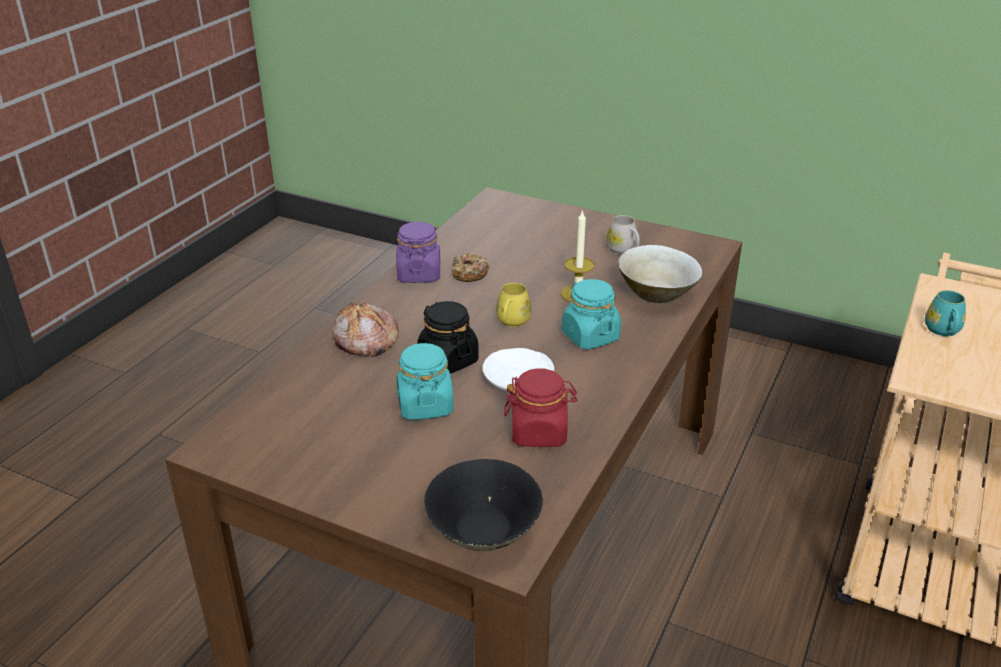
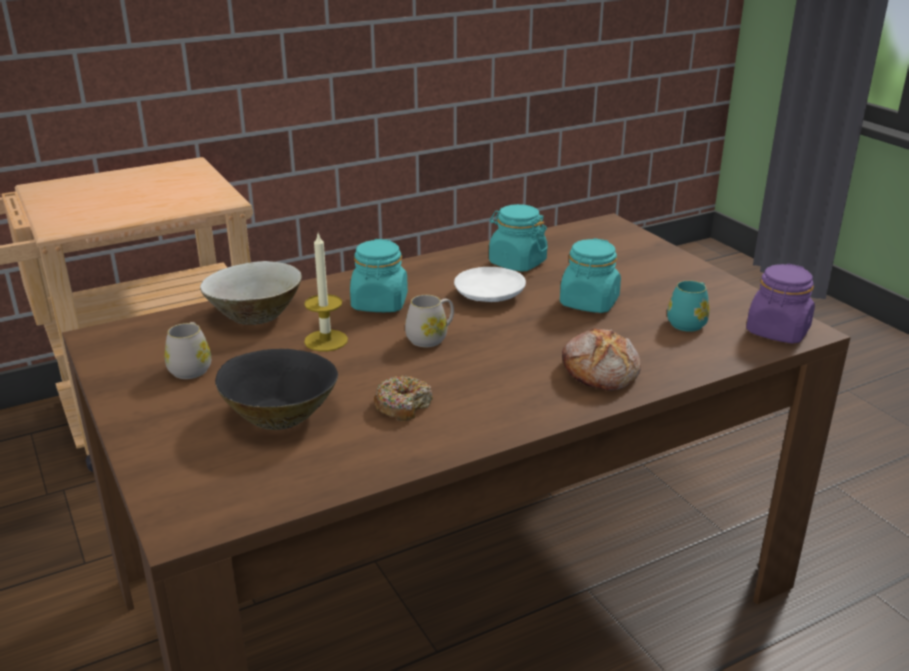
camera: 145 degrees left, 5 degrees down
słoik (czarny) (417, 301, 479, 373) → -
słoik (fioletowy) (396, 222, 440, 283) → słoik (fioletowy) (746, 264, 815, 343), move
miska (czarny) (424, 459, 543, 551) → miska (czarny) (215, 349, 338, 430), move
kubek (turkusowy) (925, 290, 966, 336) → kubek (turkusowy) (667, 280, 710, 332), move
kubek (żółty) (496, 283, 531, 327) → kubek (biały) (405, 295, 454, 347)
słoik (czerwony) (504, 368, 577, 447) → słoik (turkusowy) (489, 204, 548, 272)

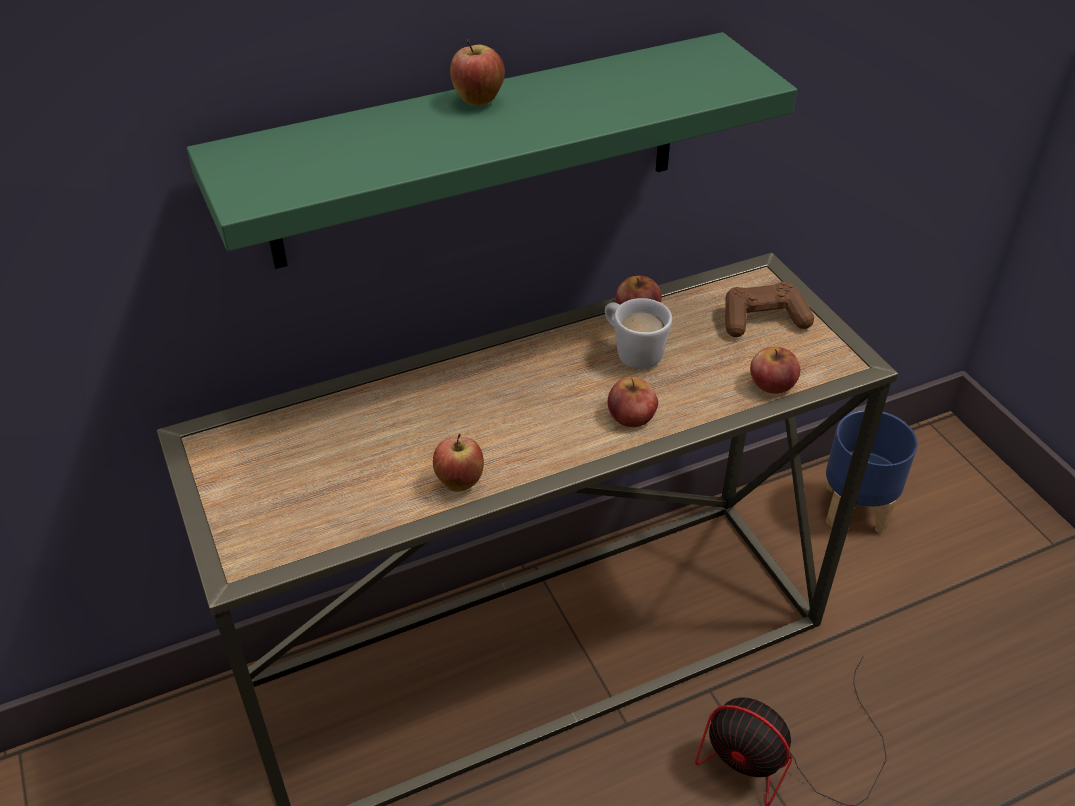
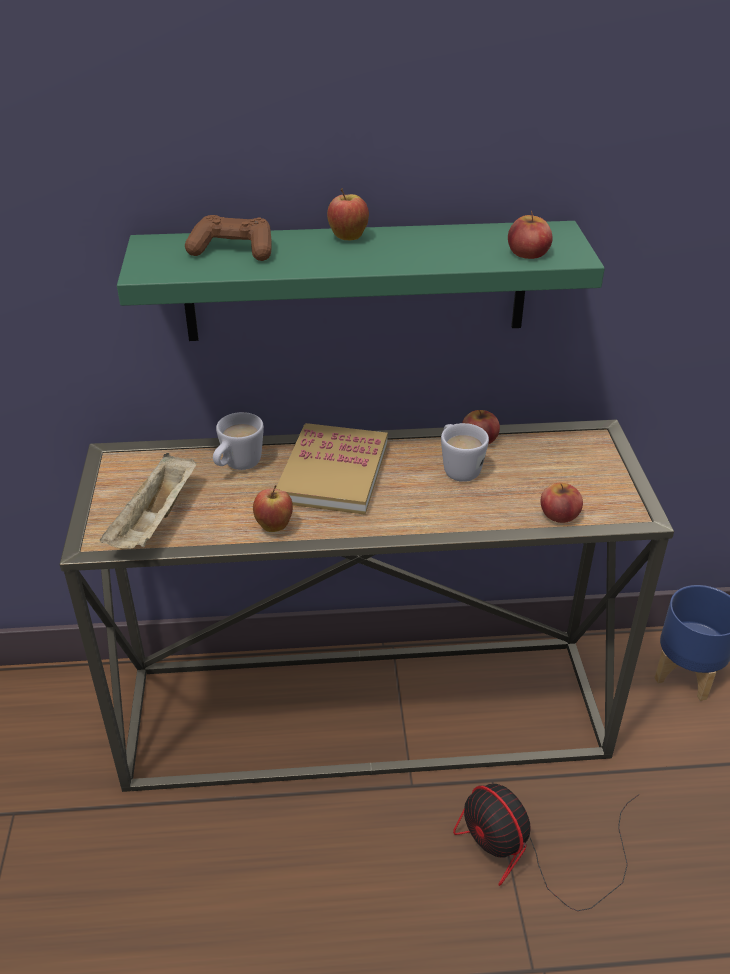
camera: 20 degrees right, 5 degrees down
- → taca (beżowy) (100, 453, 197, 549)
- → kubek (biały) (213, 412, 264, 470)
- → książka (276, 423, 388, 515)
jabłko (608, 377, 658, 427) → jabłko (508, 211, 553, 259), move
pad do gier (brązowy) (725, 282, 814, 337) → pad do gier (brązowy) (185, 215, 272, 261), move

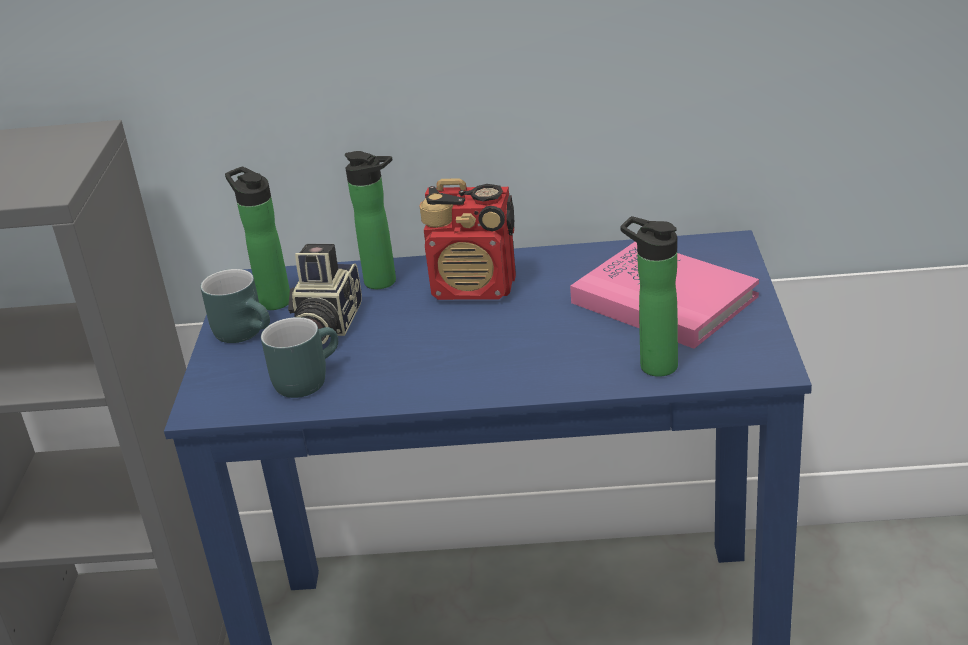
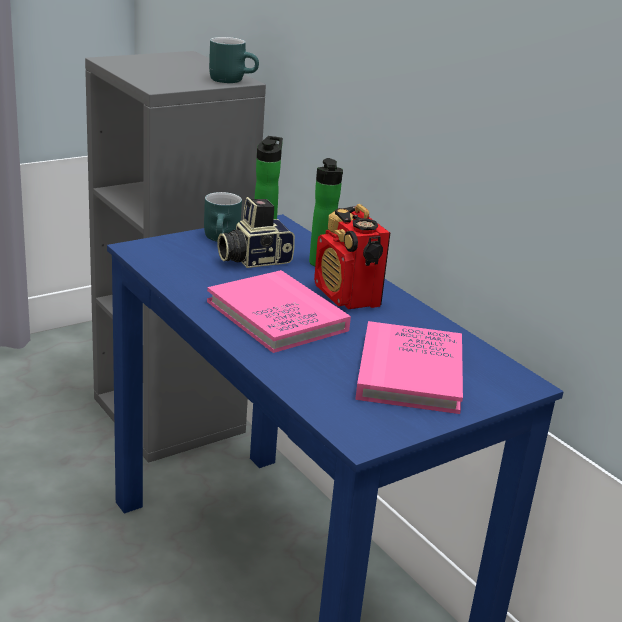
camera: 50 degrees right, 5 degrees down
butelka (620, 216, 678, 377) → -
- → książka (różowy) (207, 270, 351, 353)
kubek (turkusowy) (261, 317, 338, 398) → kubek (turkusowy) (209, 37, 259, 83), move

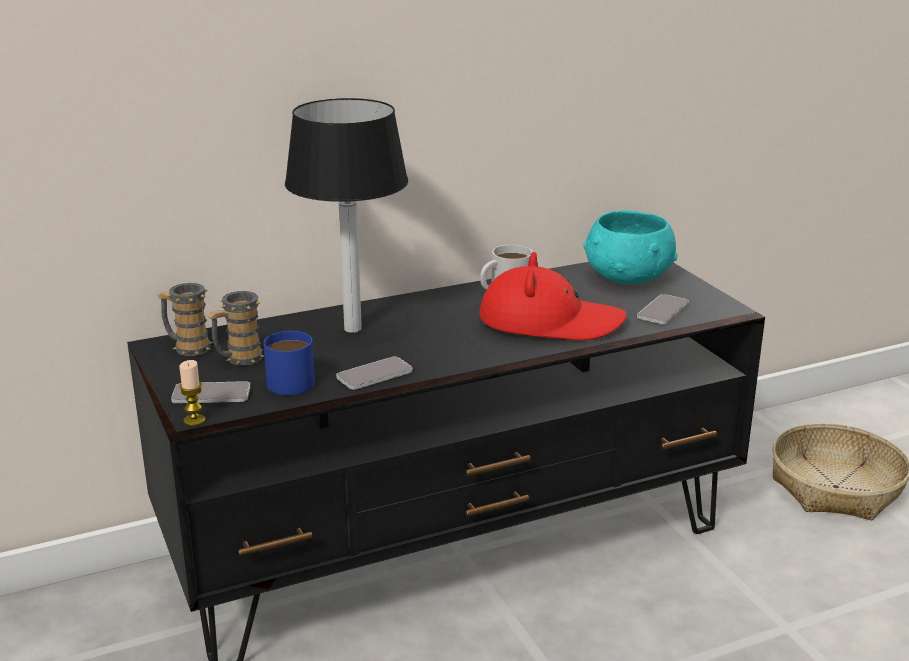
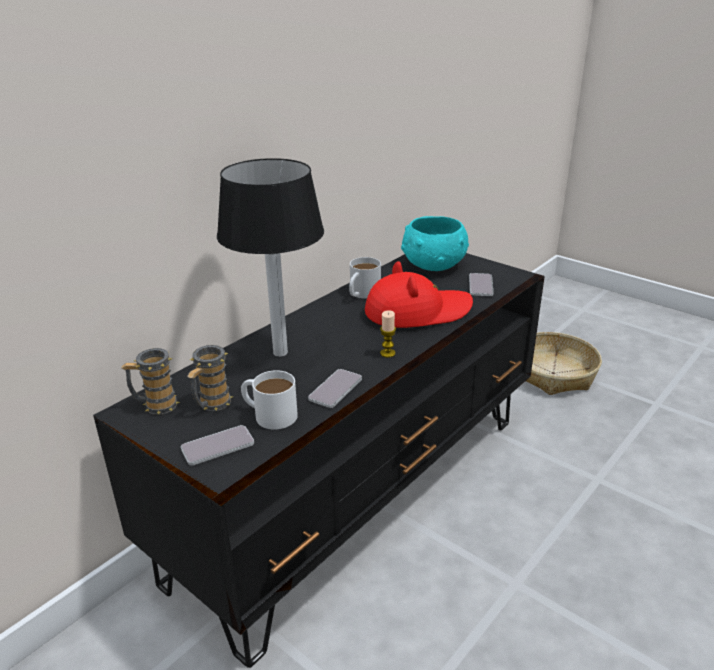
camera: 25 degrees left, 5 degrees up
świeca (179, 360, 205, 426) → świeca (380, 310, 396, 358), move
kubek (niebieski) (264, 331, 315, 395) → kubek (biały) (241, 370, 298, 429)

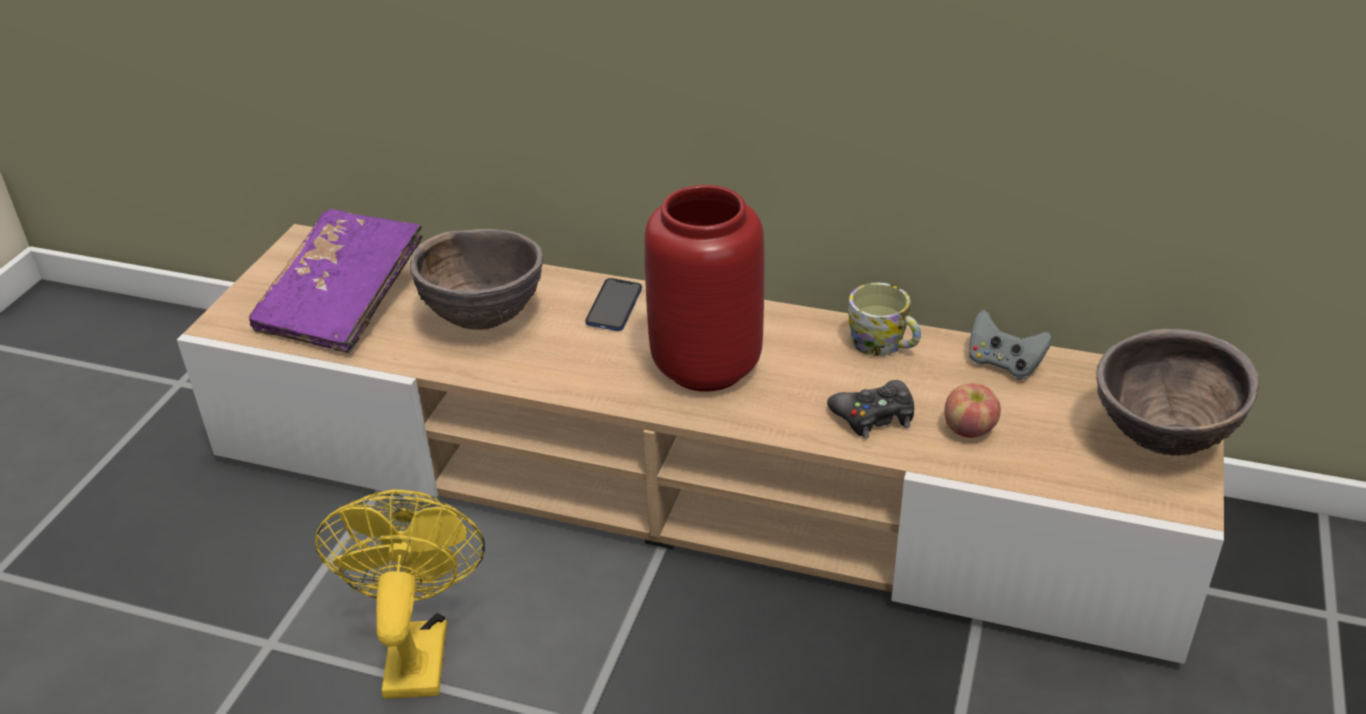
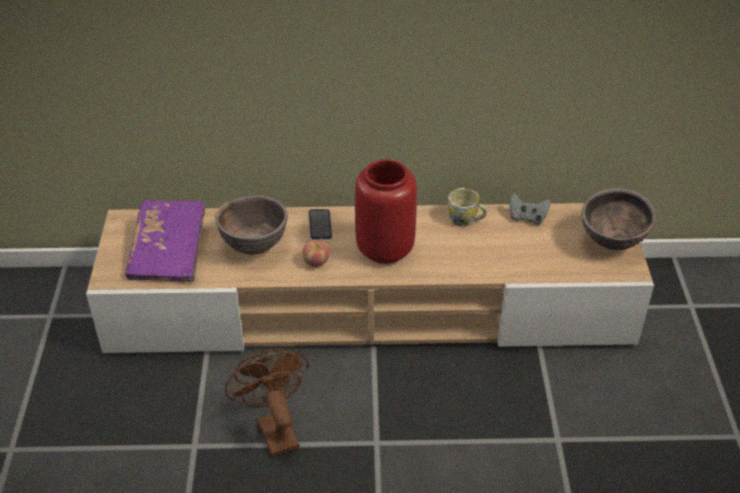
camera: 20 degrees left, 5 degrees up
pad do gier (czarny) (827, 380, 914, 438) → -
jabłko (944, 383, 1001, 438) → jabłko (303, 239, 330, 267), move
wentylator (żółty) (315, 490, 485, 699) → wentylator (brązowy) (225, 348, 309, 457)

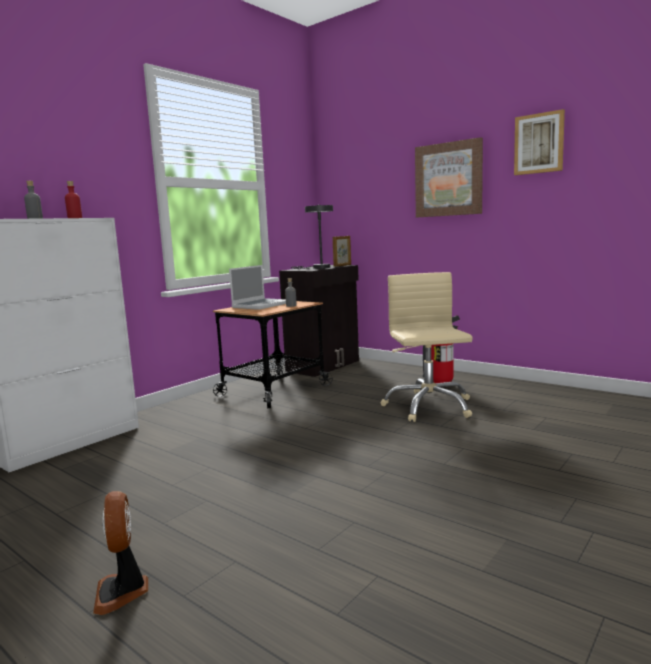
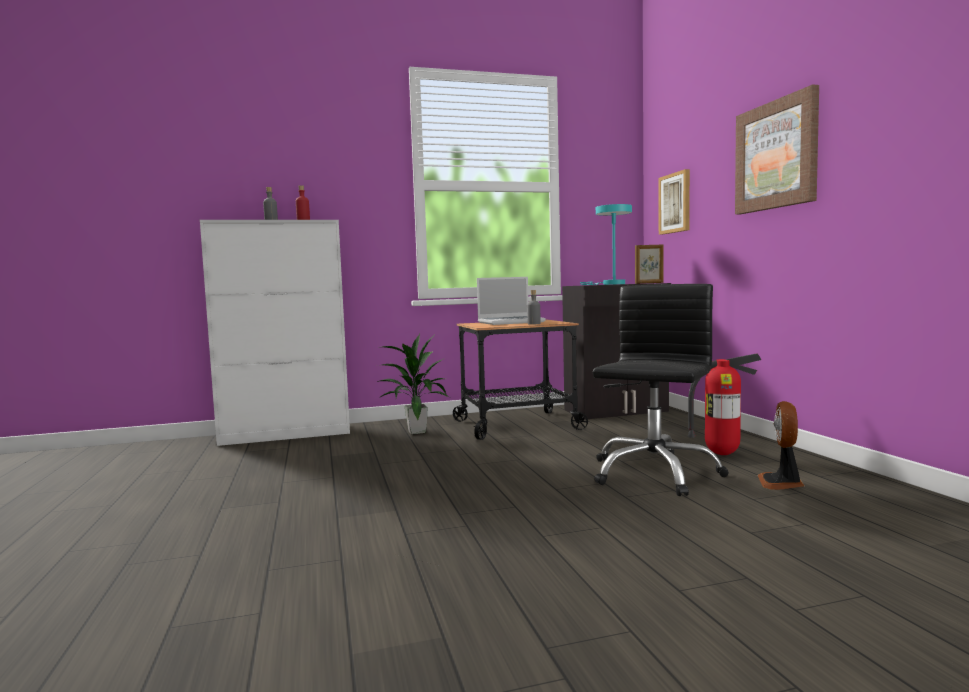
camera: 35 degrees right, 5 degrees down
- → roślina doniczkowa (377, 332, 449, 434)
wentylator (93, 491, 148, 615) → wentylator (758, 401, 805, 490), move
obraz (514, 109, 565, 175) → obraz (659, 169, 690, 235), move
lampa stołowa (szary) (291, 205, 333, 269) → lampa stołowa (turkusowy) (580, 204, 632, 285)
krzesło biurowe (beżowy) (381, 272, 473, 422) → krzesło biurowe (czarny) (593, 284, 729, 496)

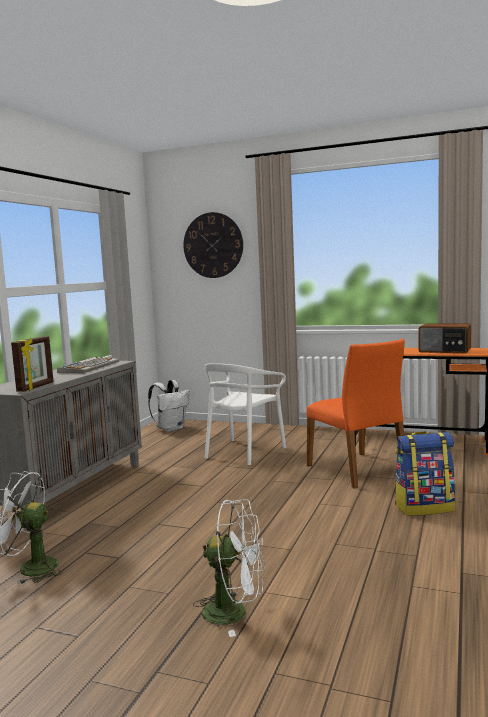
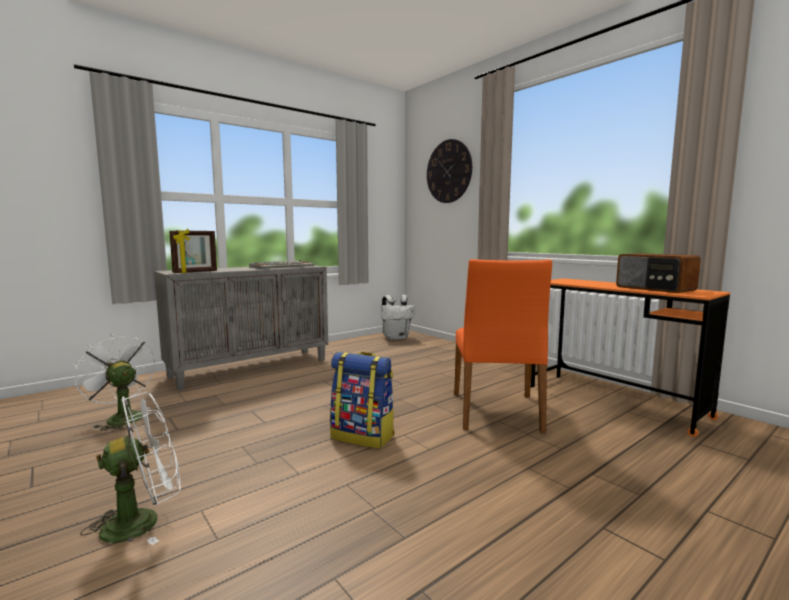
camera: 30 degrees right, 0 degrees up
krzesło (biały) (205, 363, 286, 466) → -
plecak (395, 431, 456, 516) → plecak (330, 352, 395, 449), move
wentylator (biały) (193, 499, 265, 637) → wentylator (biały) (80, 392, 180, 545), 75 degrees counterclockwise

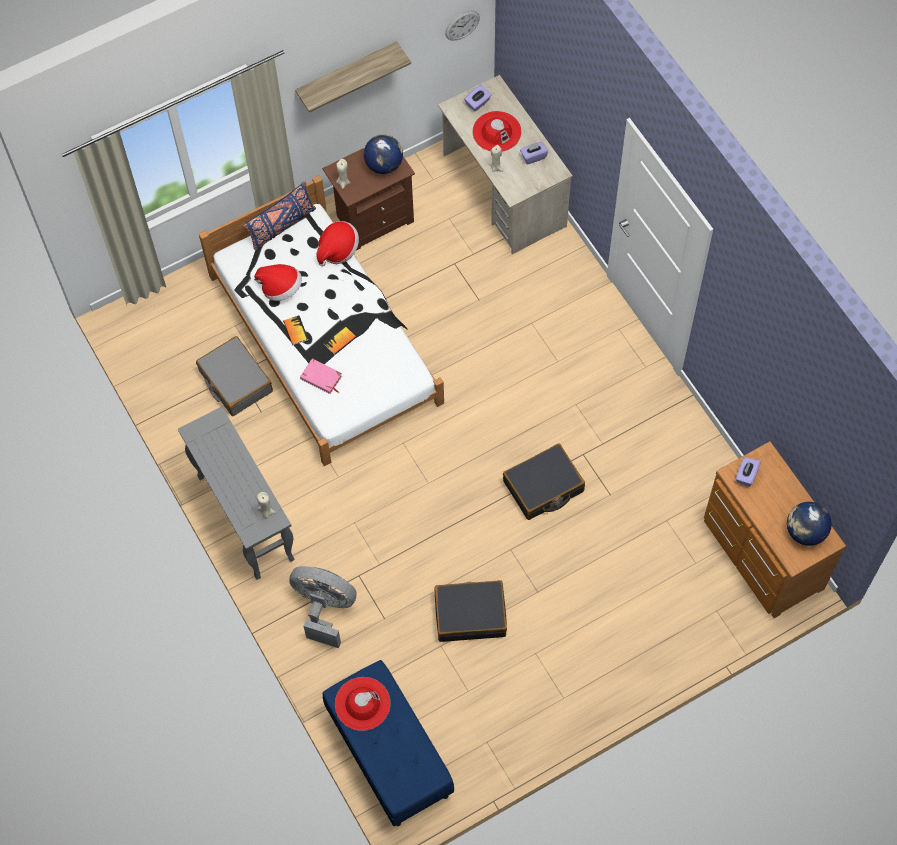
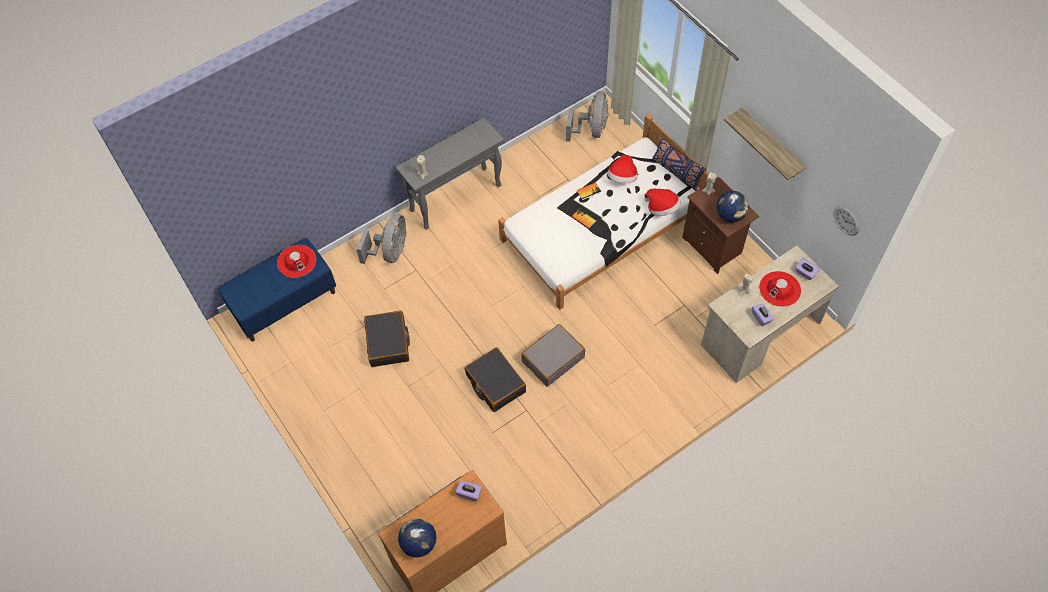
camera: 85 degrees right, 5 degrees down
książka (różowy) (300, 359, 342, 394) → -
- → wentylator (szary) (566, 91, 609, 142)
walizka (szary) (196, 336, 273, 416) → walizka (szary) (521, 324, 585, 387), move

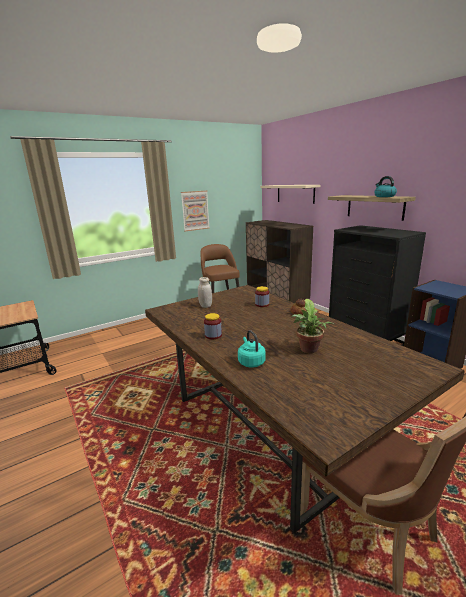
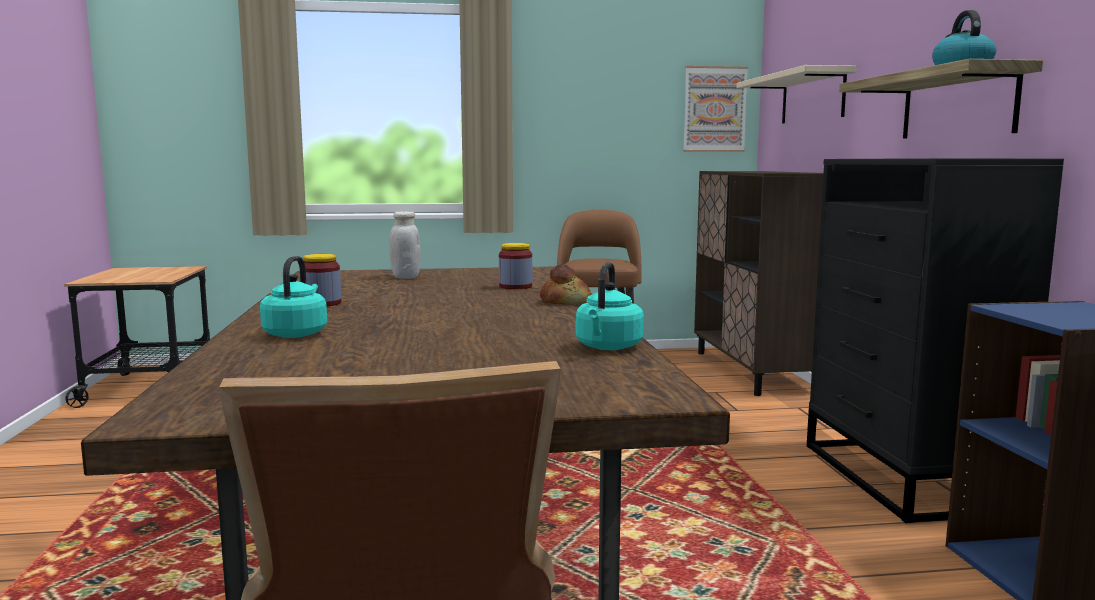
camera: 25 degrees right, 10 degrees down
roślina doniczkowa (291, 299, 335, 353) → -
- → czajnik (turkusowy) (576, 262, 644, 350)
obraz (181, 190, 209, 231) → obraz (683, 66, 748, 152), move

